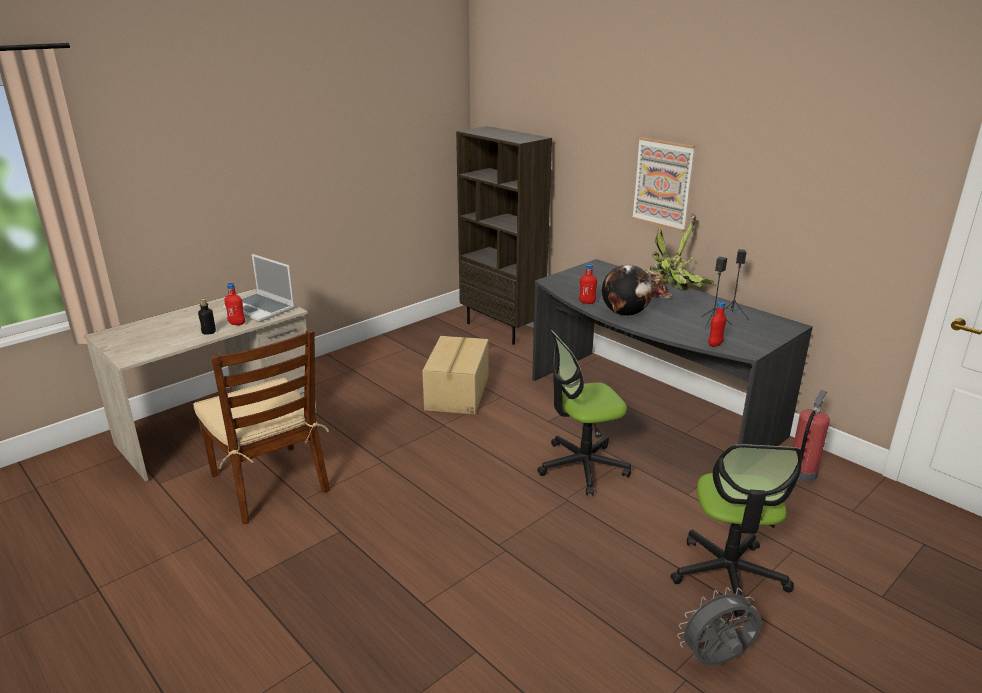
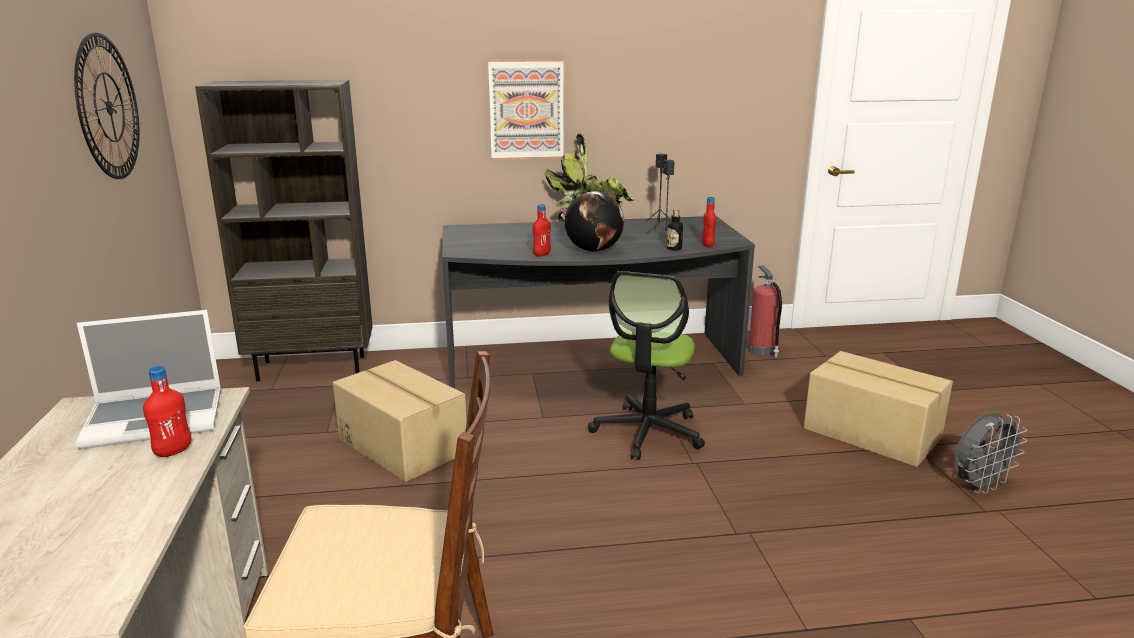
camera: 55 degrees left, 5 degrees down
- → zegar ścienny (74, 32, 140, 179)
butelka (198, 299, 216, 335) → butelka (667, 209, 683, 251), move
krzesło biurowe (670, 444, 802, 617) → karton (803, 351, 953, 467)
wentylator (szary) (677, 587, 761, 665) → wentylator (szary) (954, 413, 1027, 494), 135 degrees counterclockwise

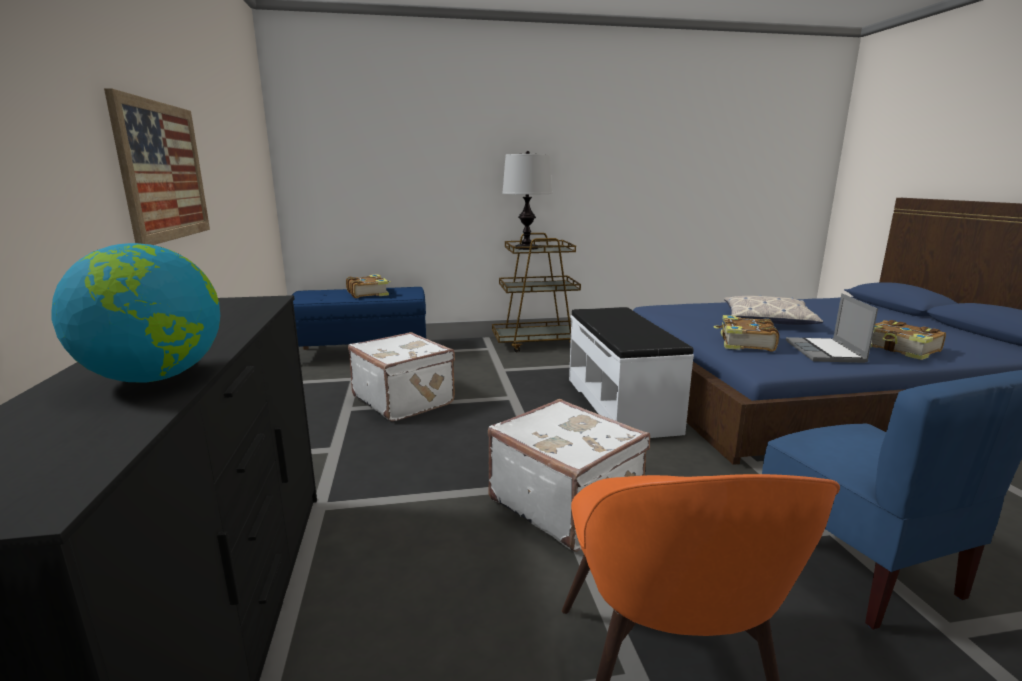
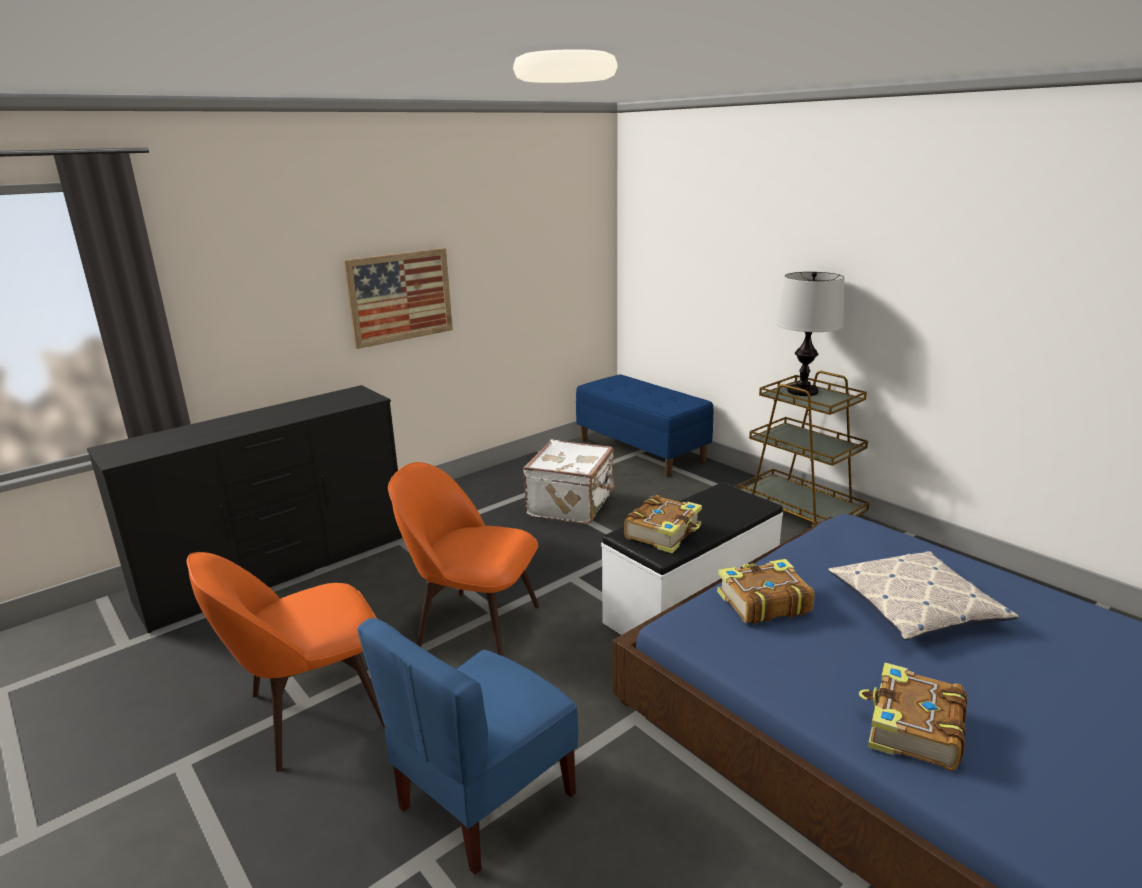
camera: 60 degrees right, 5 degrees up
globus (51, 243, 220, 382) → -
laptop (786, 293, 878, 363) → -
książka (346, 274, 391, 298) → książka (624, 495, 702, 553), move
walizka (biały) (488, 399, 650, 552) → krzesło (pomarańczowy) (388, 462, 539, 656)

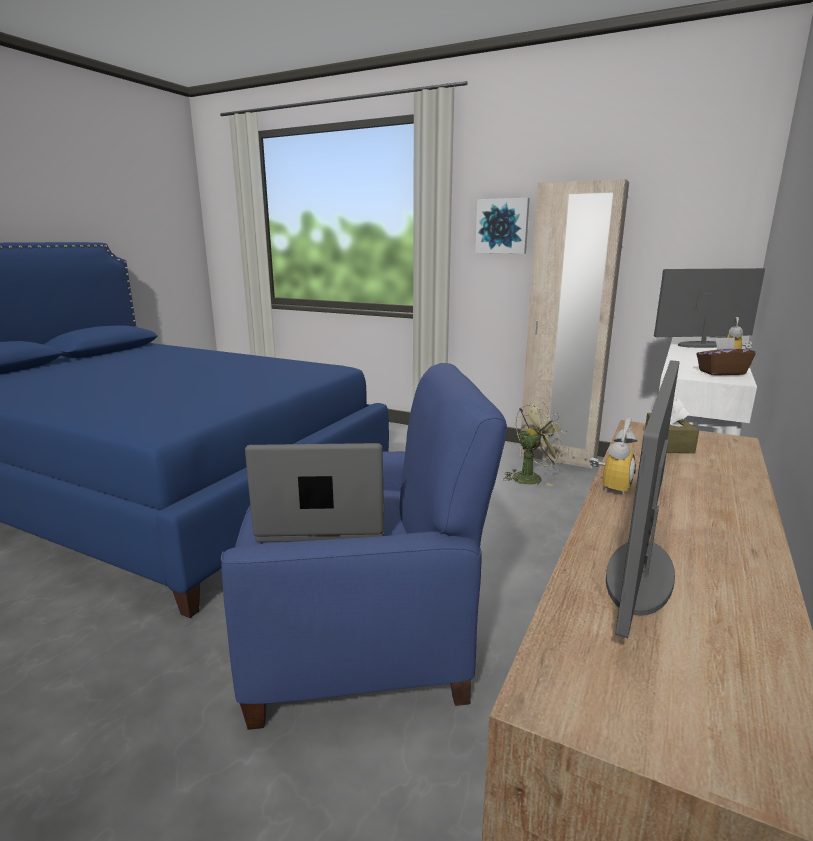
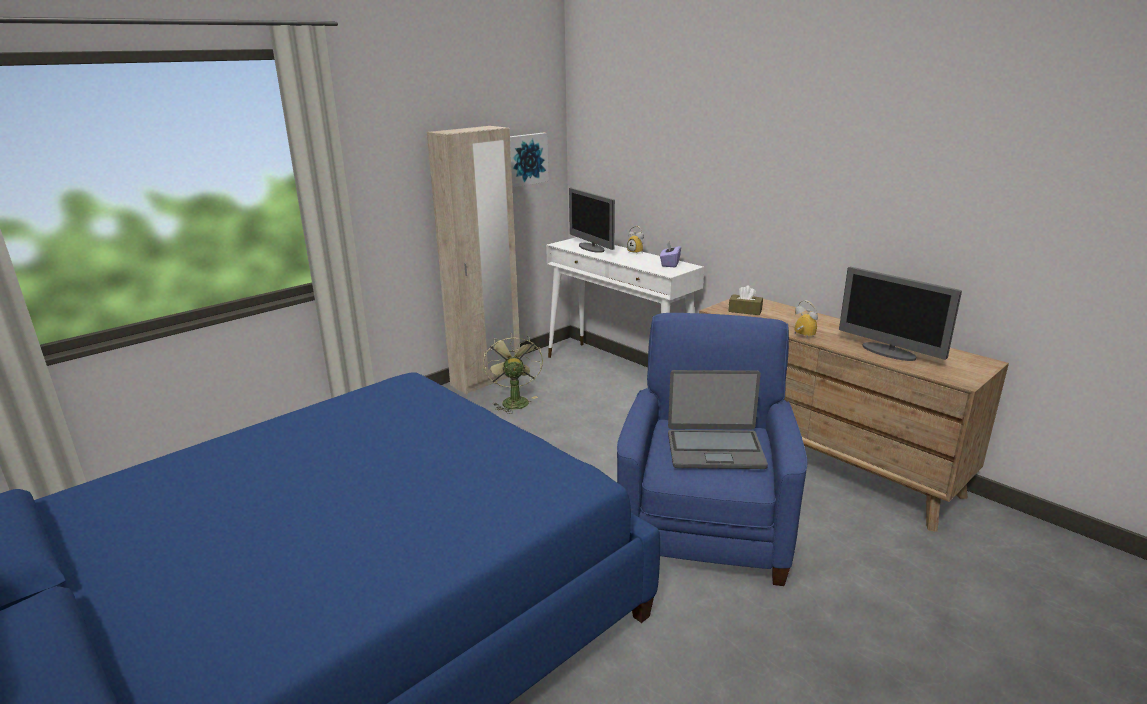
camera: 70 degrees left, 5 degrees up
obraz (475, 198, 530, 254) → obraz (510, 133, 549, 188), move
pudełko chusteczek (brązowy) (696, 337, 755, 375) → pudełko chusteczek (fioletowy) (660, 241, 681, 267)
laptop (245, 443, 384, 542) → laptop (668, 370, 768, 469), 105 degrees counterclockwise
monitor (654, 268, 765, 348) → monitor (569, 188, 615, 253), 45 degrees counterclockwise

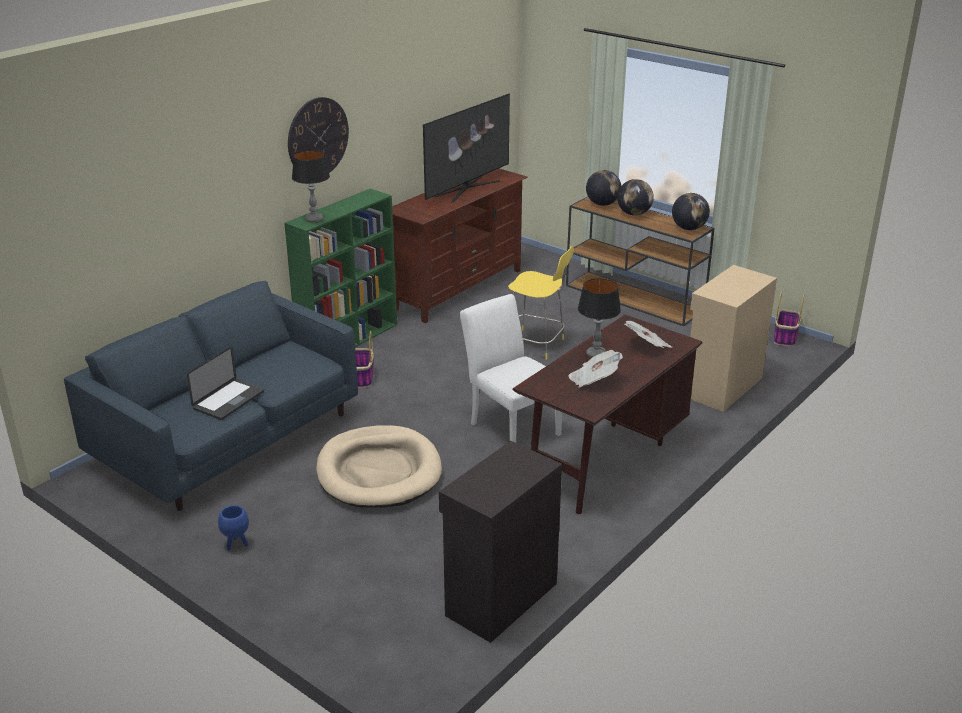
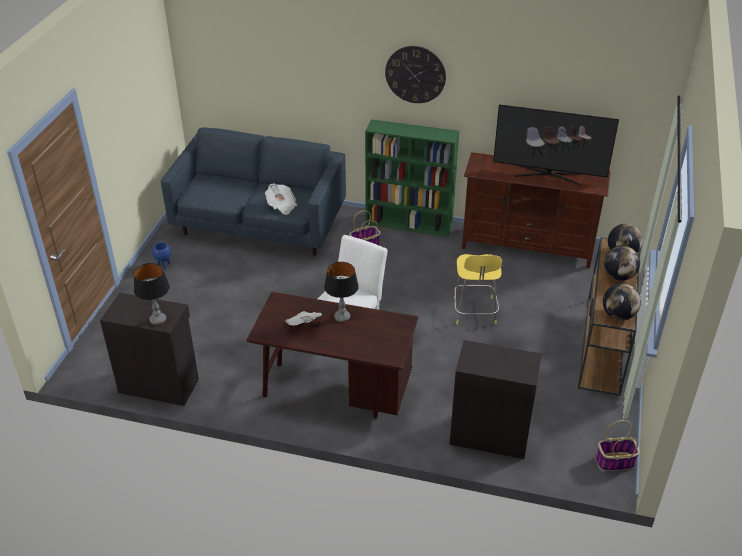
camera: 65 degrees right, 10 degrees up
laptop (187, 346, 264, 420) → -
legowisko (beżowy) (316, 425, 442, 508) → -
lampa stołowa (292, 150, 330, 223) → lampa stołowa (134, 263, 170, 325), move
gazeta (625, 321, 672, 348) → gazeta (265, 183, 297, 215), move
szafka (beżowy) (690, 265, 777, 412) → szafka (czarny) (449, 340, 542, 459)

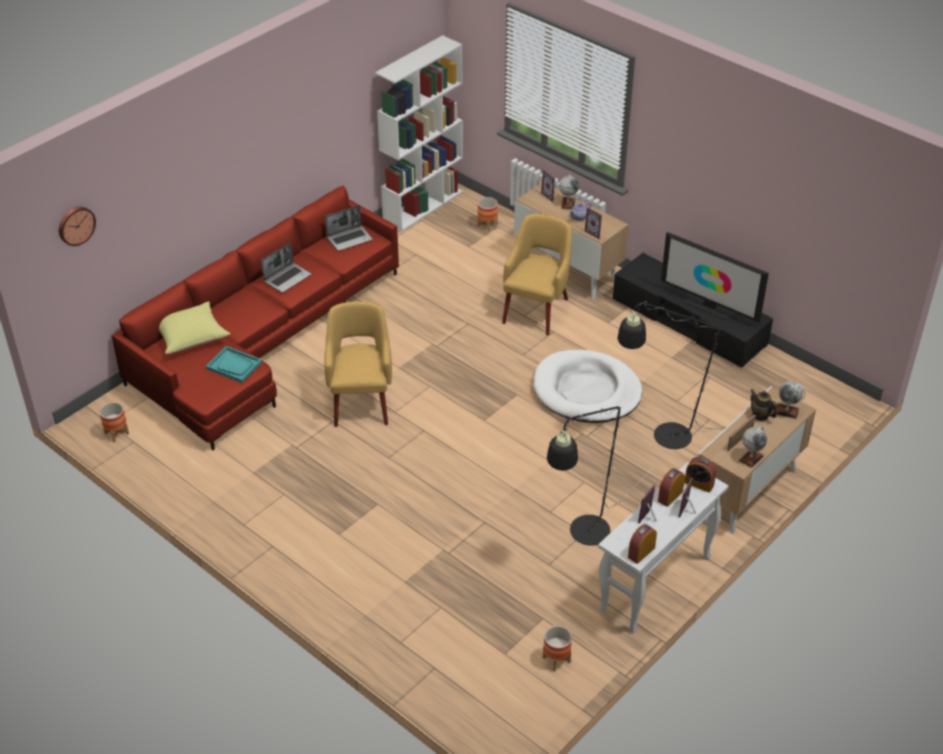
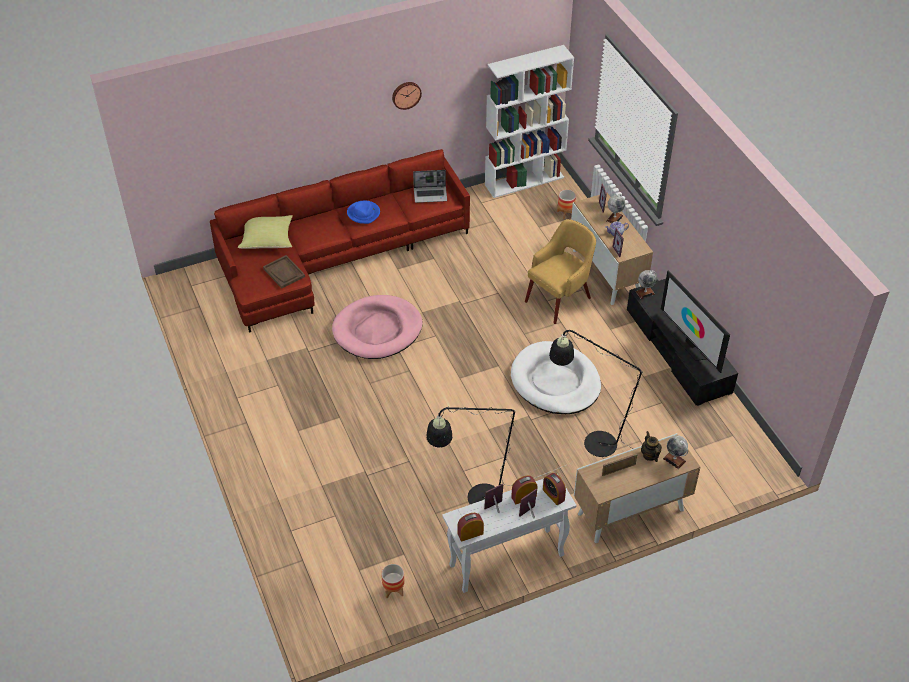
camera: 25 degrees right, 5 degrees up
donica (100, 402, 129, 442) → -
zegar ścienny (59, 207, 96, 246) → zegar ścienny (392, 82, 422, 110), move
globus (739, 426, 767, 468) → globus (635, 270, 657, 299), move
laptop (261, 242, 311, 293) → kapelusz (niebieski) (347, 201, 380, 224)
fotel (żółty) (324, 301, 392, 427) → legowisko (różowy) (332, 295, 422, 359)
taca (turkusowy) (206, 346, 262, 383) → taca (brązowy) (263, 255, 305, 289)

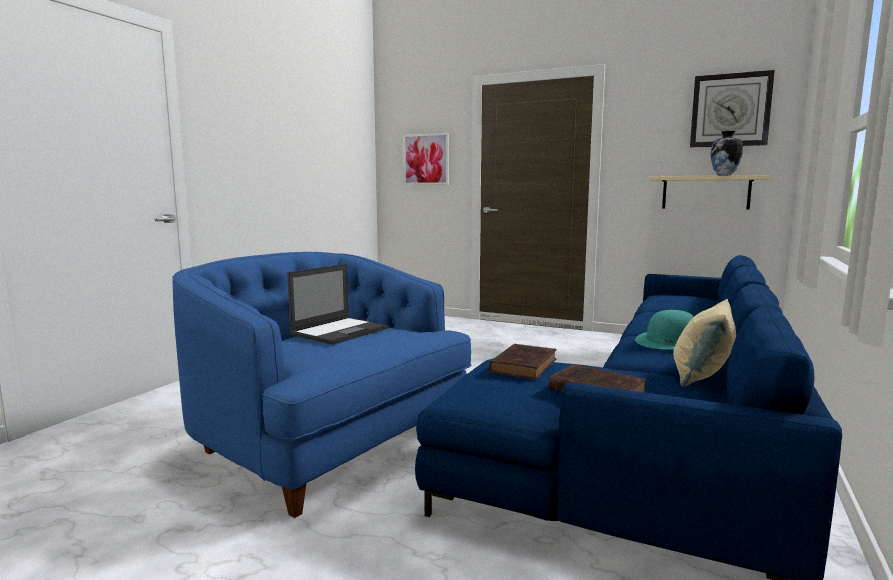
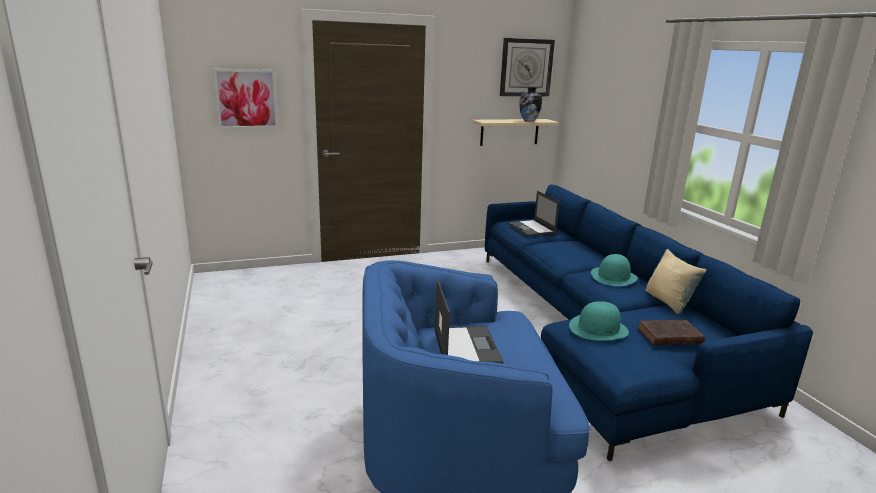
camera: 45 degrees left, 10 degrees up
- → laptop (508, 191, 560, 237)
książka (brązowy) (488, 344, 557, 379) → kapelusz (turkusowy) (569, 301, 629, 341)

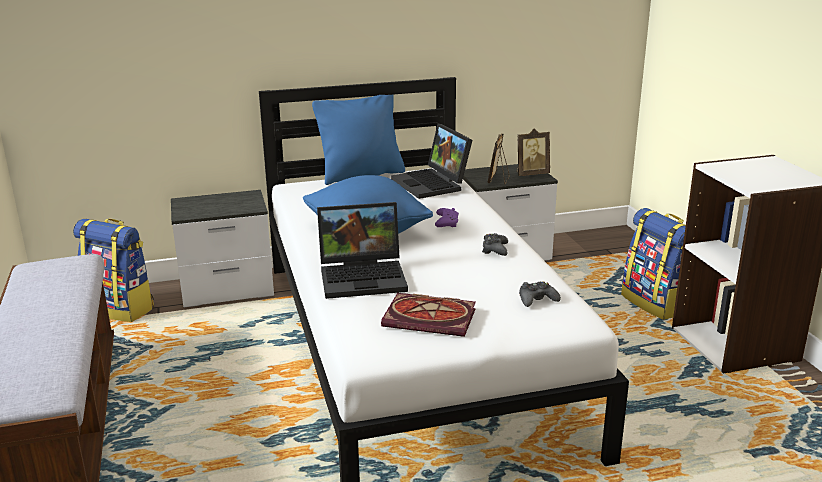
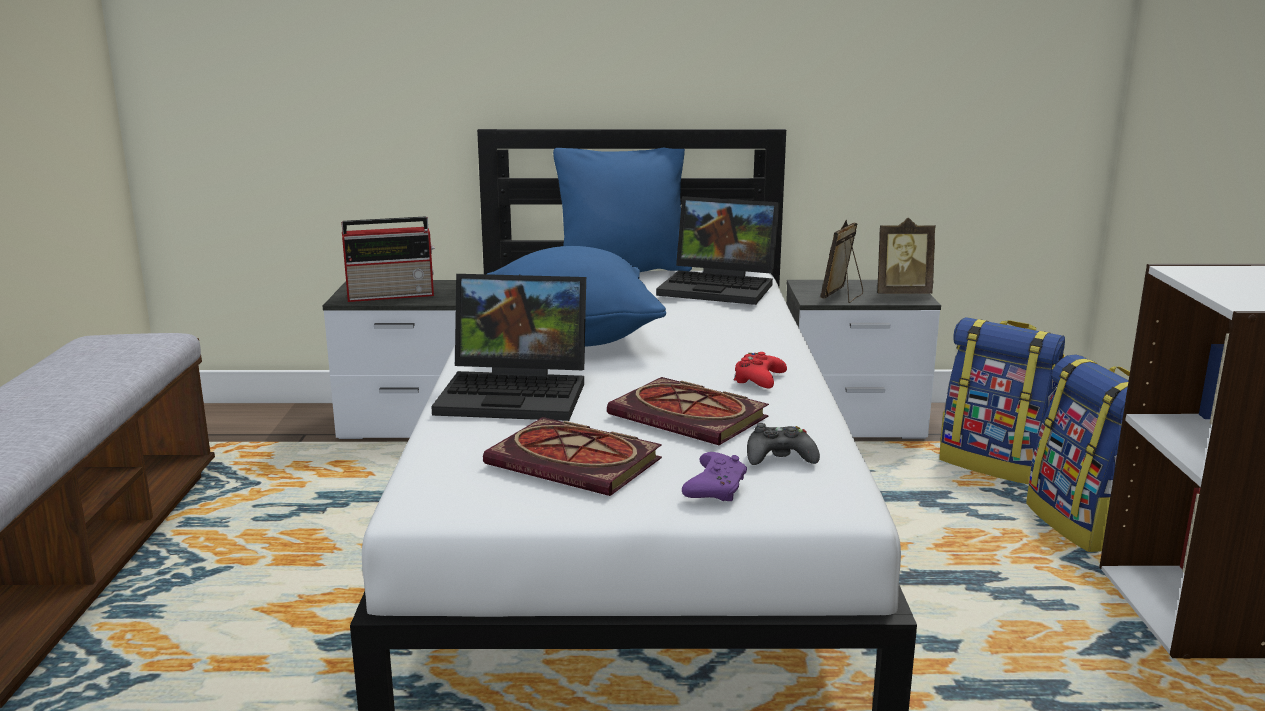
camera: 15 degrees right, 5 degrees down
- → radio (341, 216, 435, 302)
- → książka (607, 377, 769, 445)
plecak (73, 218, 154, 322) → plecak (939, 317, 1065, 484), move
pad do gier (fioletowy) (435, 208, 459, 227) → pad do gier (fioletowy) (682, 452, 747, 501), move
pad do gier (czarny) (482, 233, 508, 256) → pad do gier (czerwony) (734, 352, 787, 389)
laptop (391, 124, 473, 199) → laptop (656, 196, 780, 305), 60 degrees counterclockwise

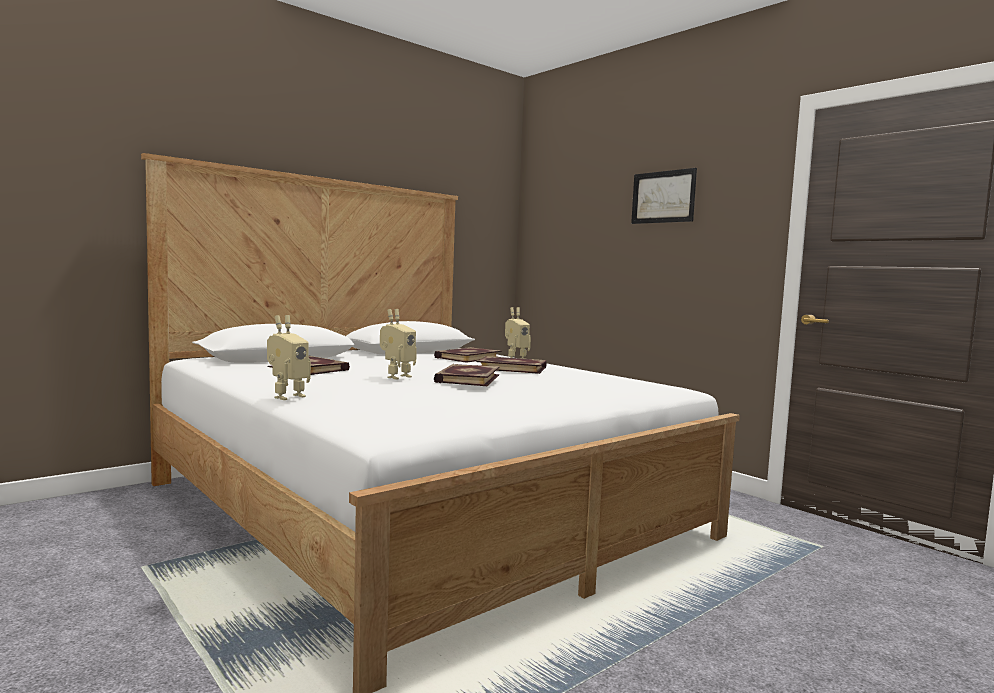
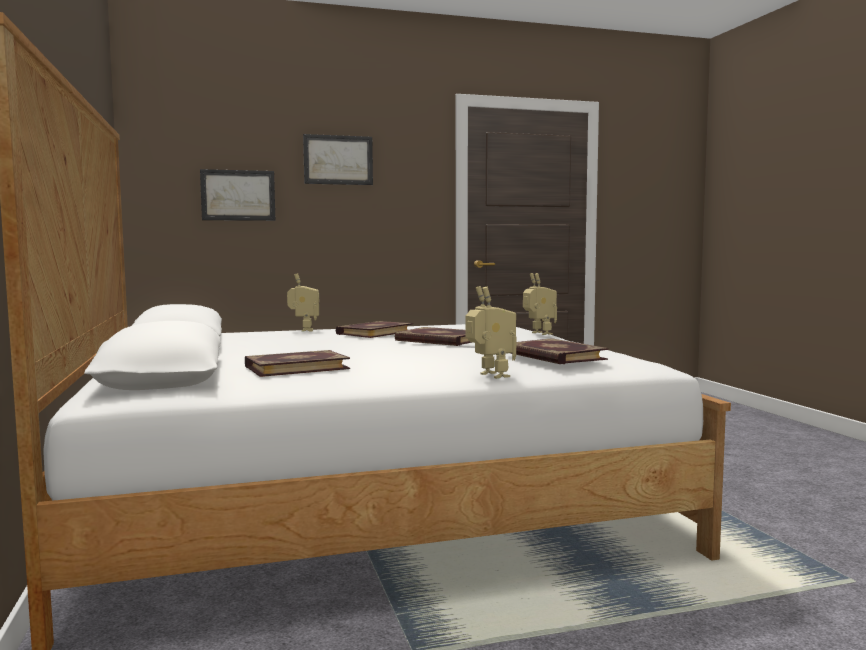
camera: 65 degrees left, 0 degrees up
- → obraz (200, 169, 276, 221)
robot zabawkowy (380, 309, 417, 380) → robot zabawkowy (523, 273, 557, 335), move
książka (434, 347, 502, 363) → książka (510, 338, 608, 364), move

